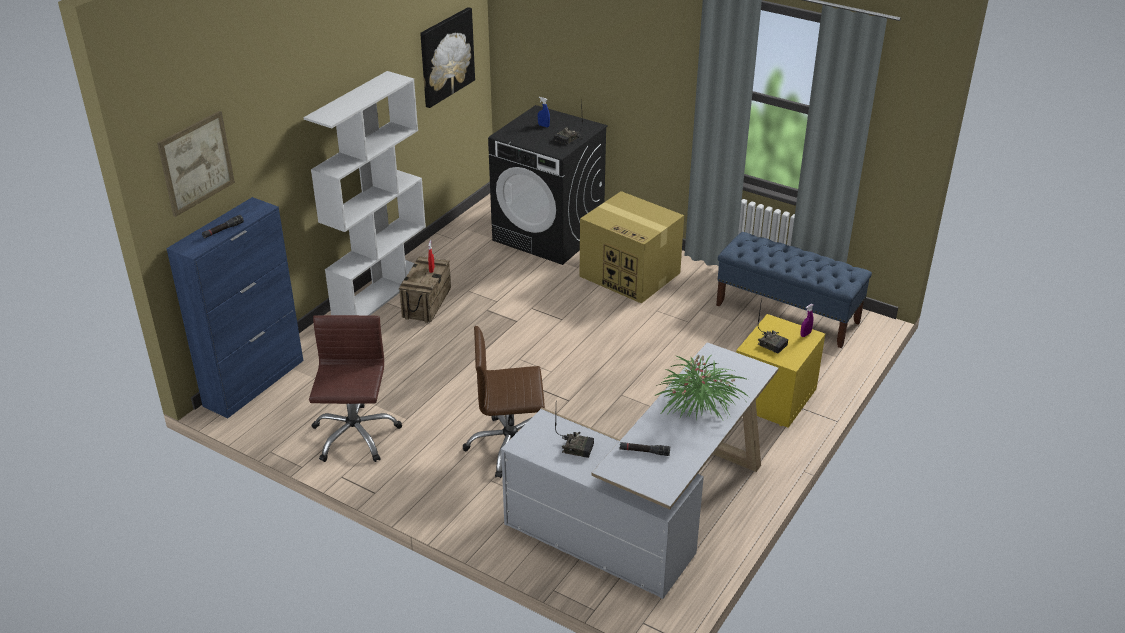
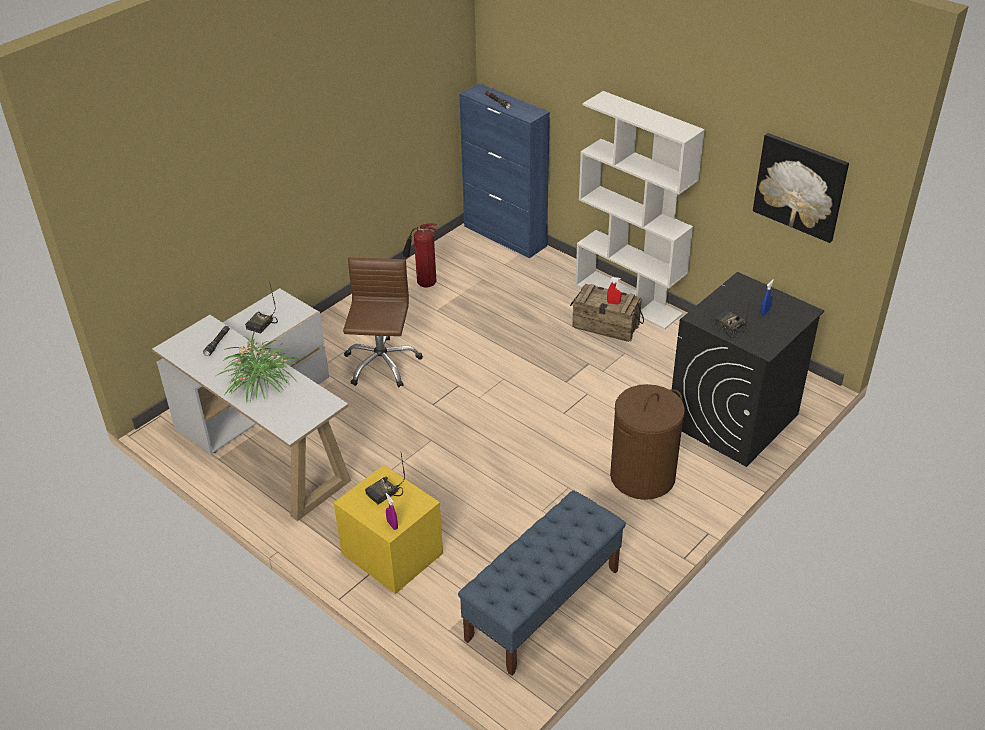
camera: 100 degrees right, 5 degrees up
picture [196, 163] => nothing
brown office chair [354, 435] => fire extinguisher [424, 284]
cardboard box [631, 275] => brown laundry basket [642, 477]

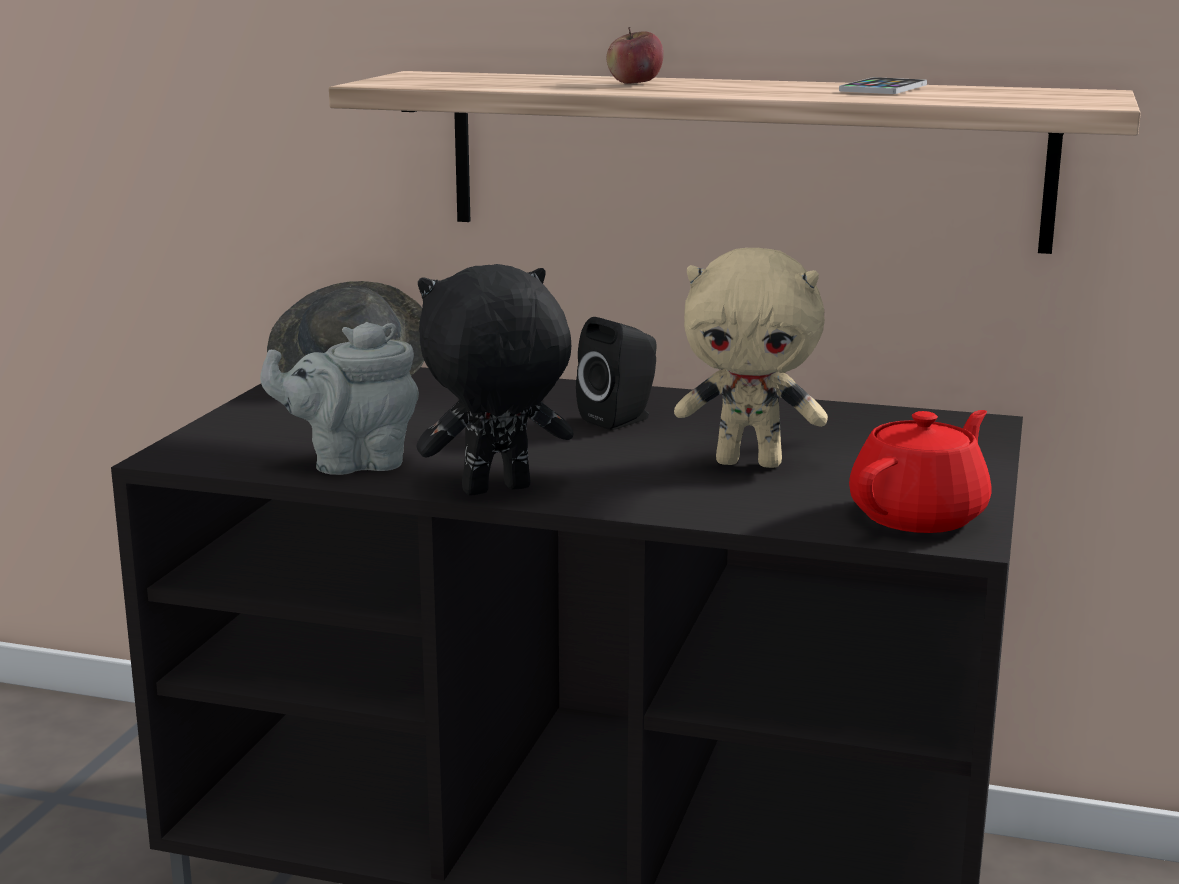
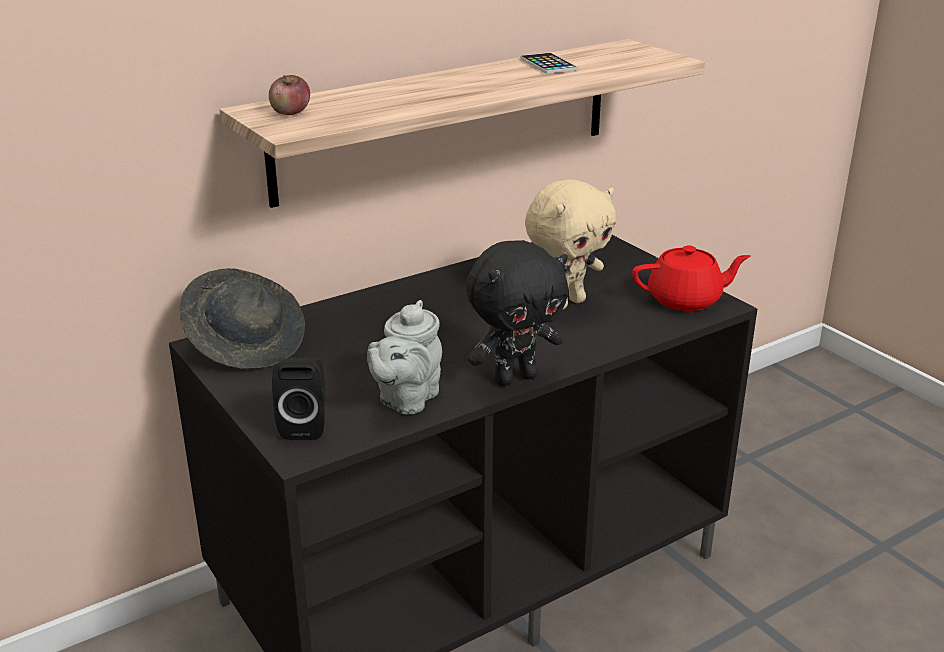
camera: 50 degrees left, 10 degrees up
black plush toy [496, 491] => black plush toy [515, 378], 135 degrees counterclockwise
black speaker [621, 420] => black speaker [305, 425], move
apple [634, 83] => apple [290, 112], move
red teapot [920, 516] => red teapot [686, 300], 90 degrees clockwise

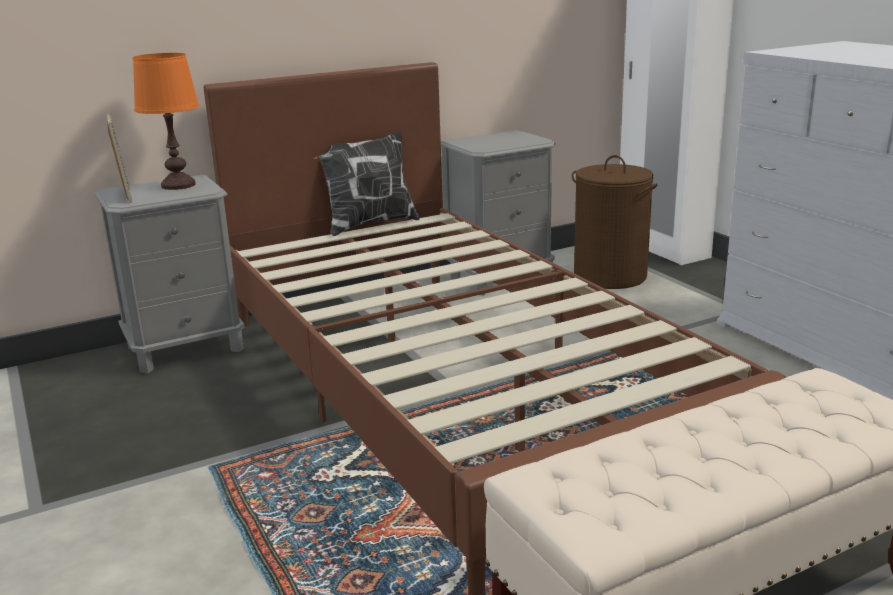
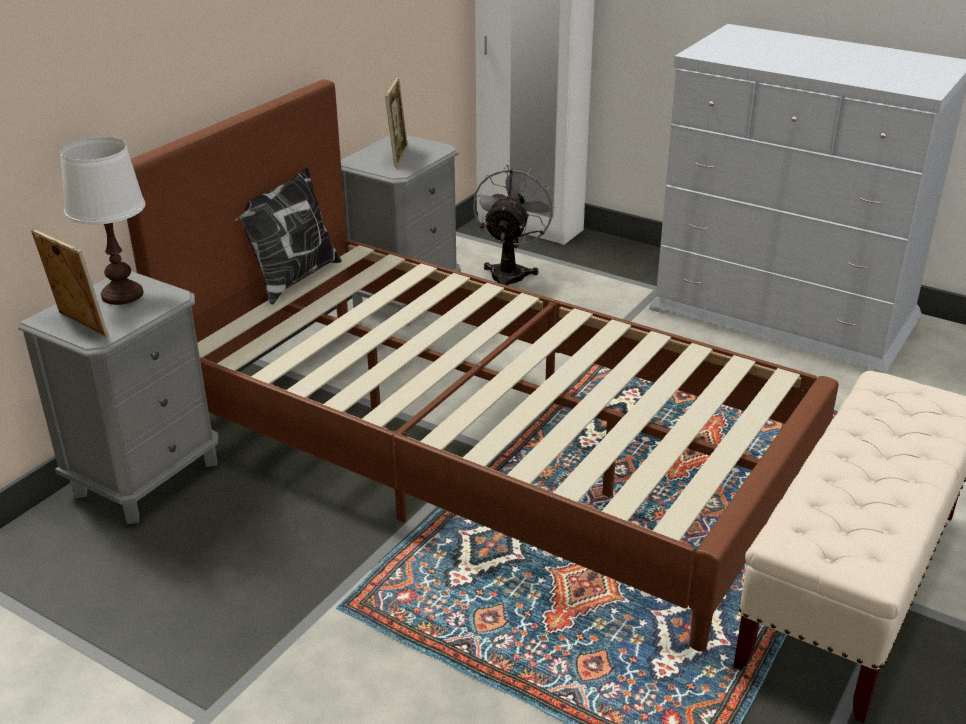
camera: 30 degrees left, 10 degrees up
orange table lamp [179, 185] => white table lamp [123, 294]
brown laundry basket [609, 276] => grey fan [510, 273]
nothing => picture frame [398, 156]

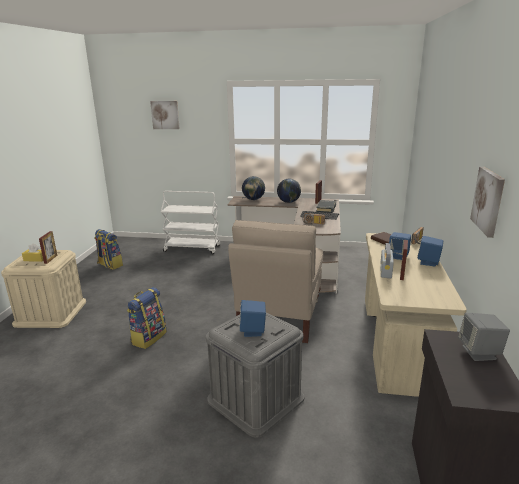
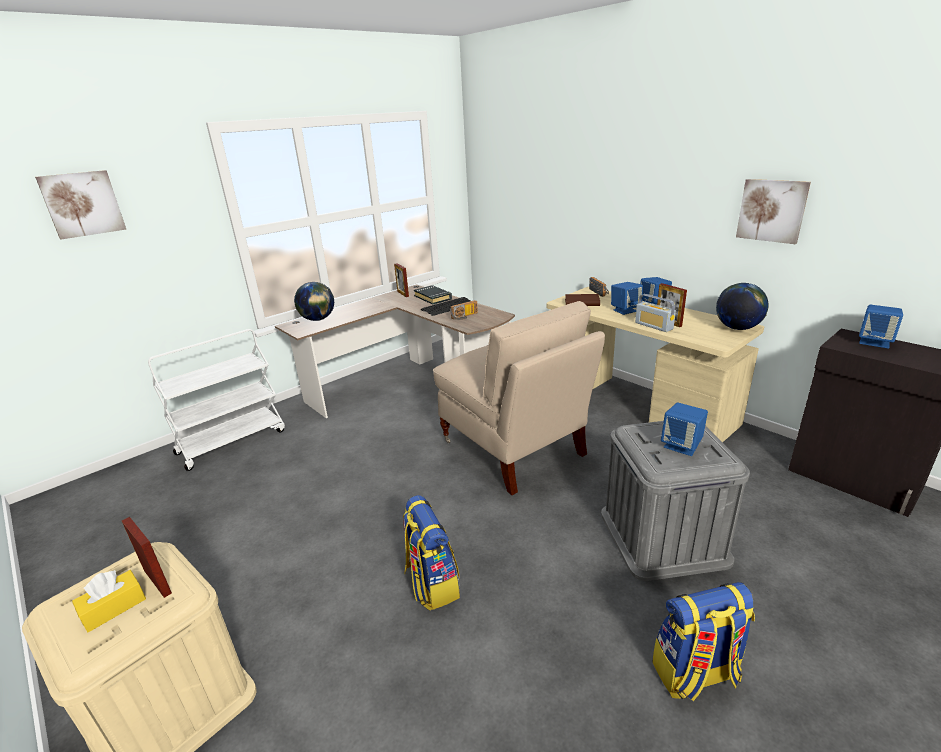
camera: 50 degrees left, 5 degrees up
backpack [109, 265] => backpack [695, 674], move
globe [288, 202] => globe [737, 328], move
grey speaker [479, 352] => blue speaker [874, 342]

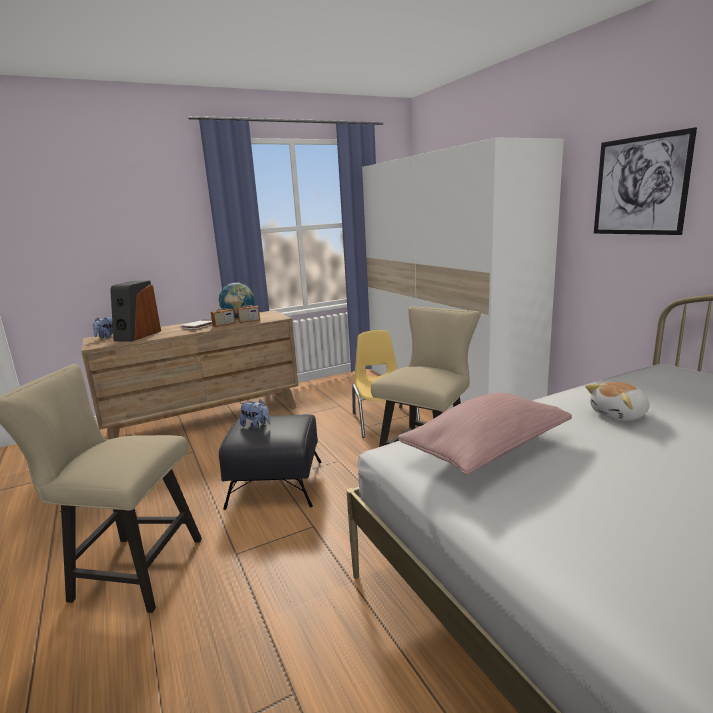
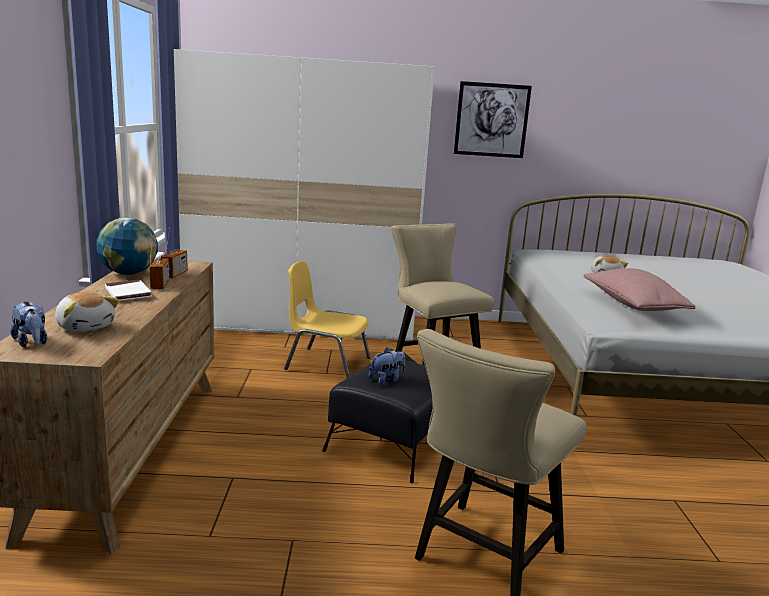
camera: 65 degrees left, 0 degrees up
speaker [137, 335] => plush toy [86, 326]

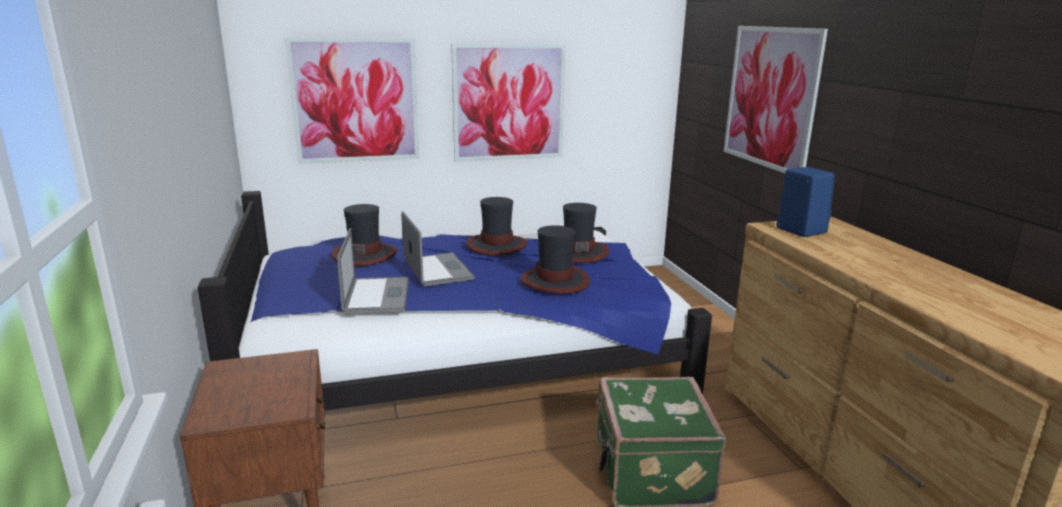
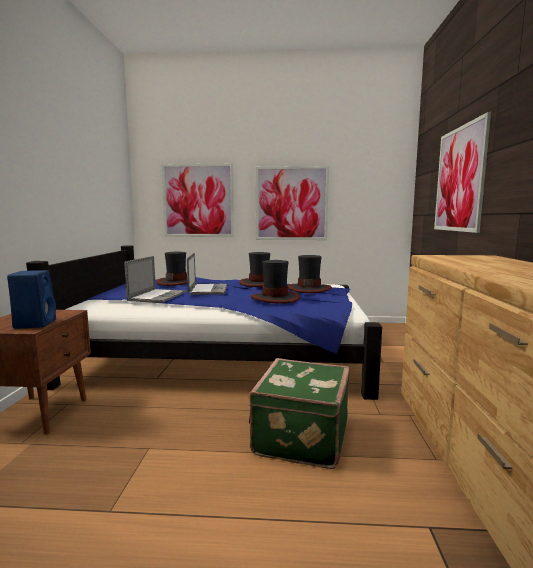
camera: 20 degrees right, 10 degrees down
blue speaker [799, 230] => blue speaker [35, 323], move

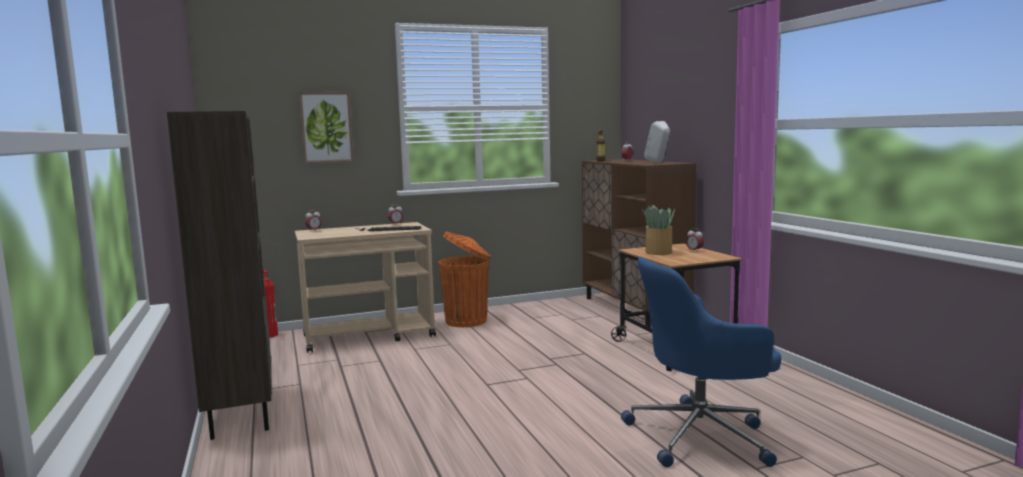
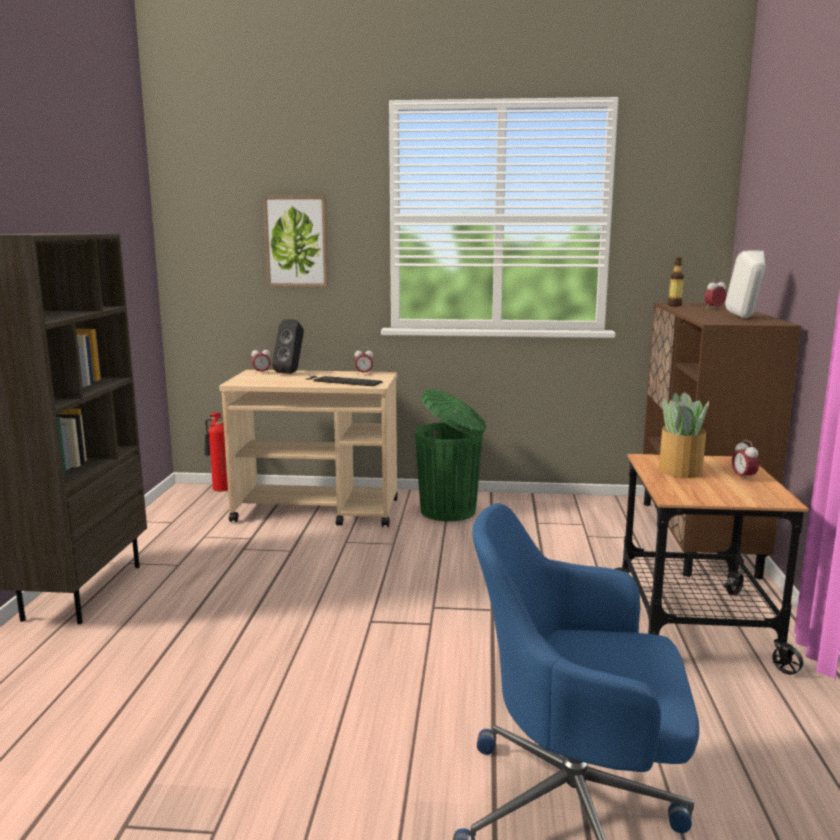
camera: 25 degrees right, 5 degrees up
orange trash can [467, 321] => green trash can [450, 511]
nothing => black speaker [291, 373]

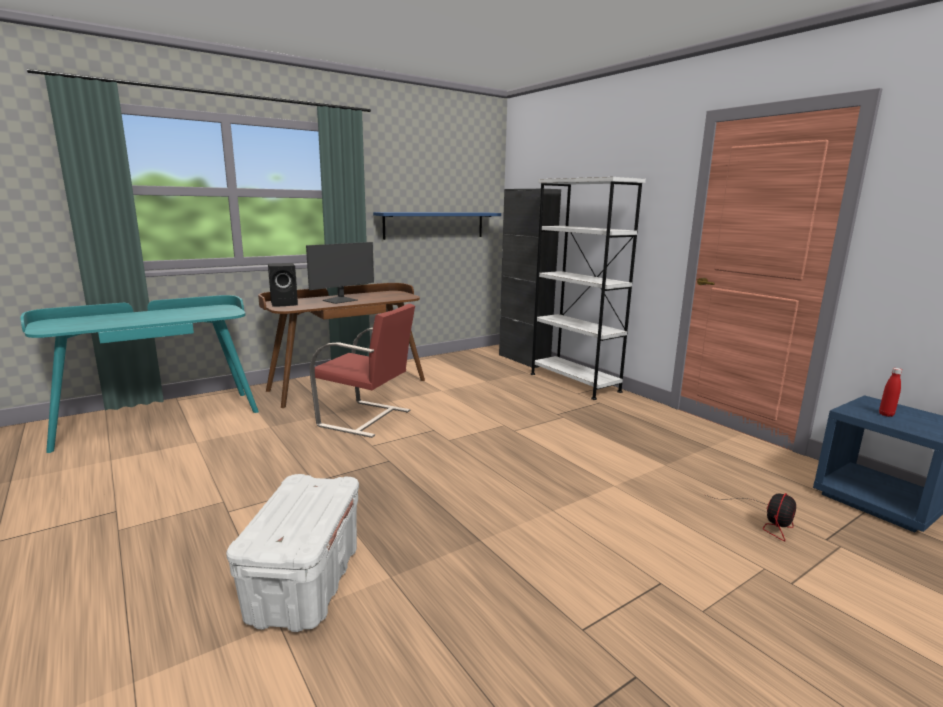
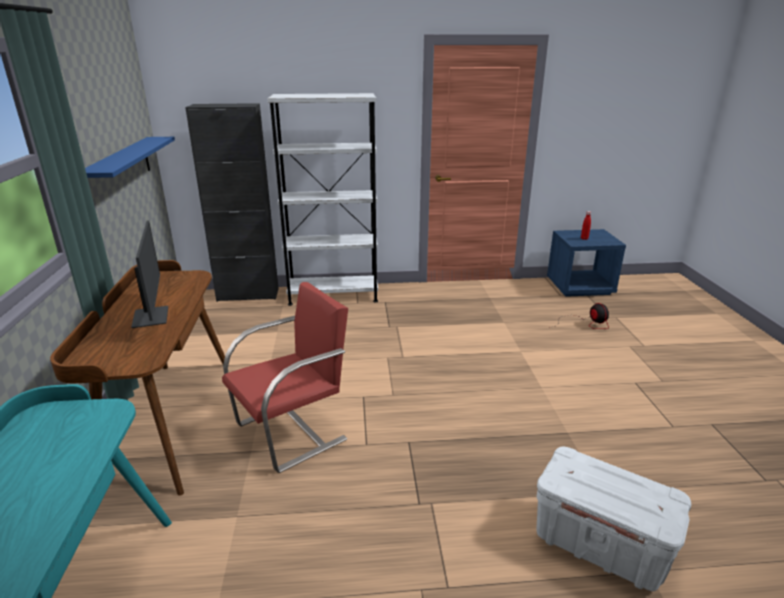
camera: 60 degrees left, 10 degrees up
black speaker [285, 303] => nothing

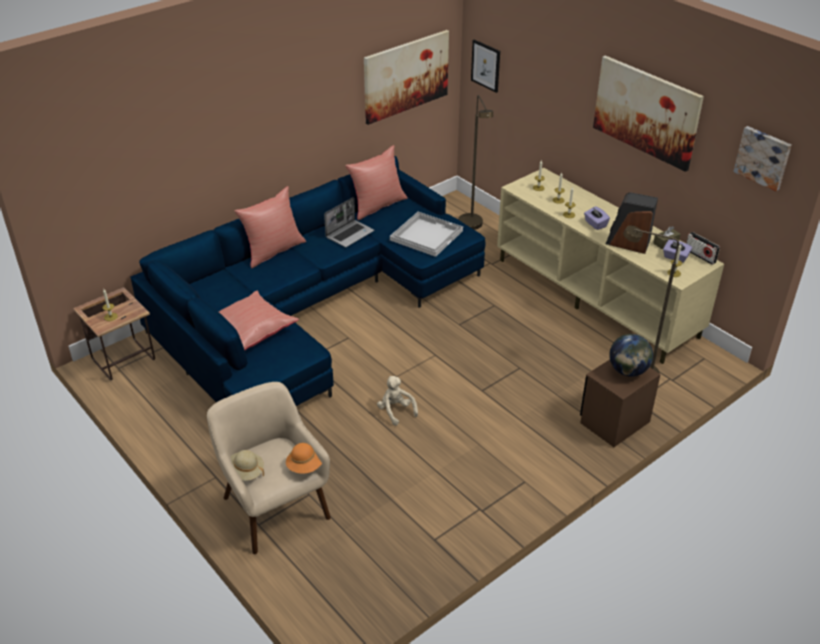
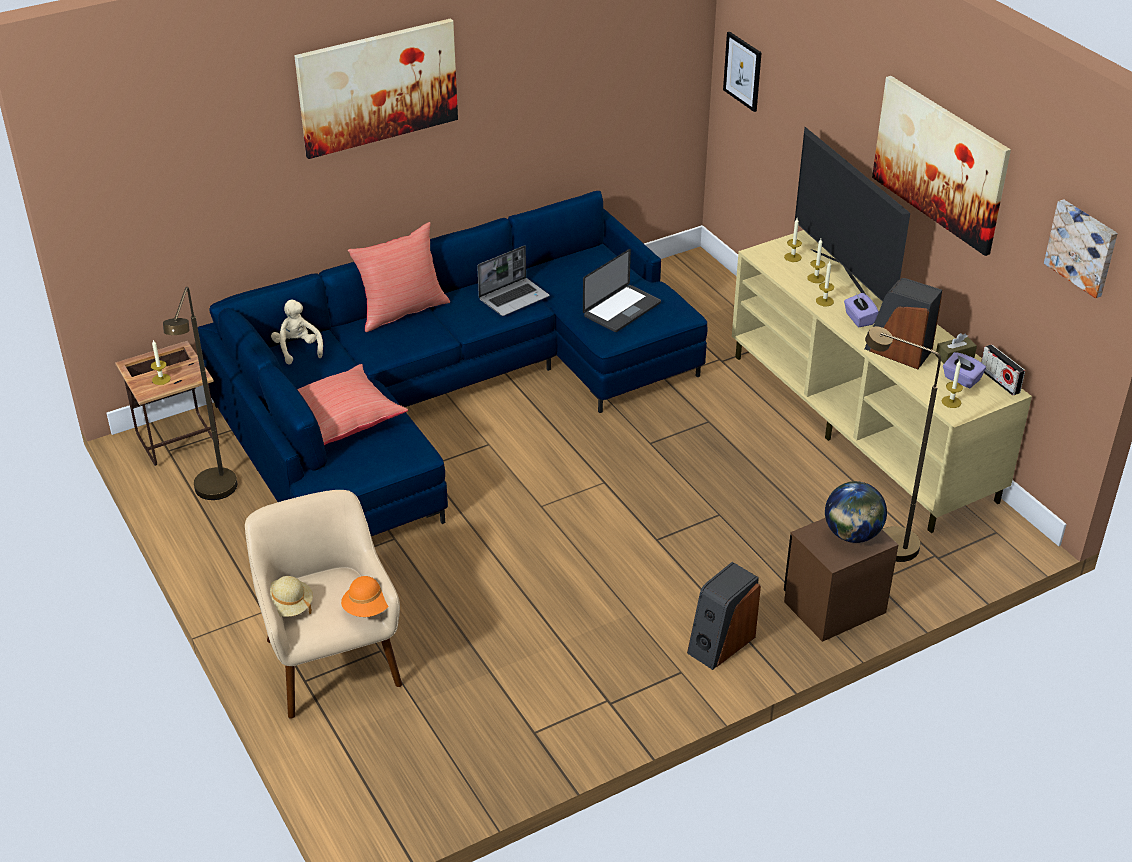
camera: 10 degrees right, 0 degrees up
red pillow [377, 205] => nothing
picture [406, 76] => picture [378, 87], move
beige plush toy [396, 411] => beige plush toy [298, 349], move
white tray [426, 235] => laptop [622, 309]
brown floor lamp [472, 227] => brown floor lamp [215, 494], move
nothing => speaker [720, 643]
nothing => television [842, 276]

